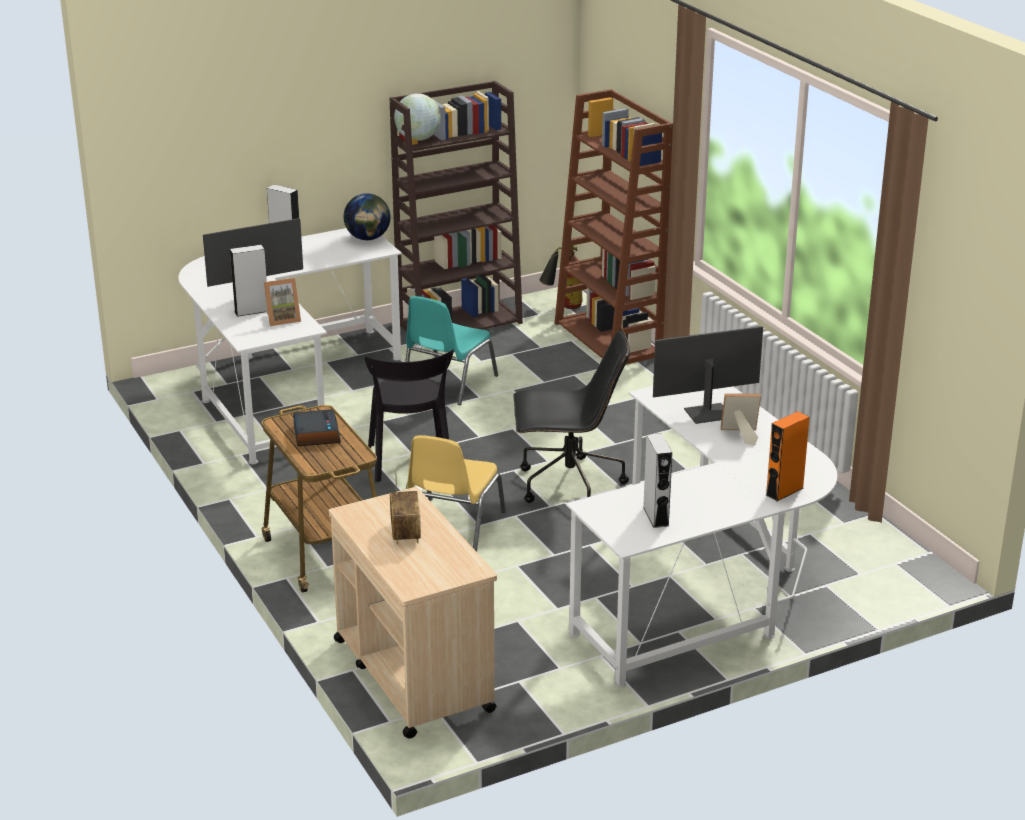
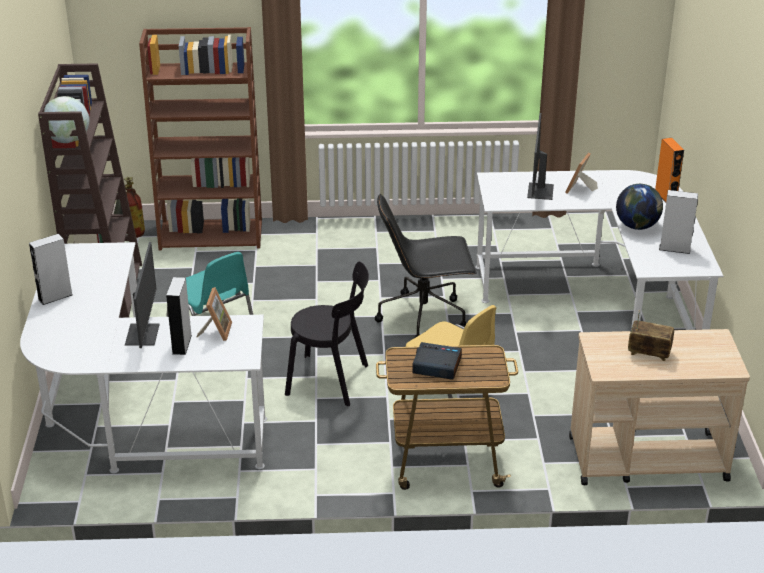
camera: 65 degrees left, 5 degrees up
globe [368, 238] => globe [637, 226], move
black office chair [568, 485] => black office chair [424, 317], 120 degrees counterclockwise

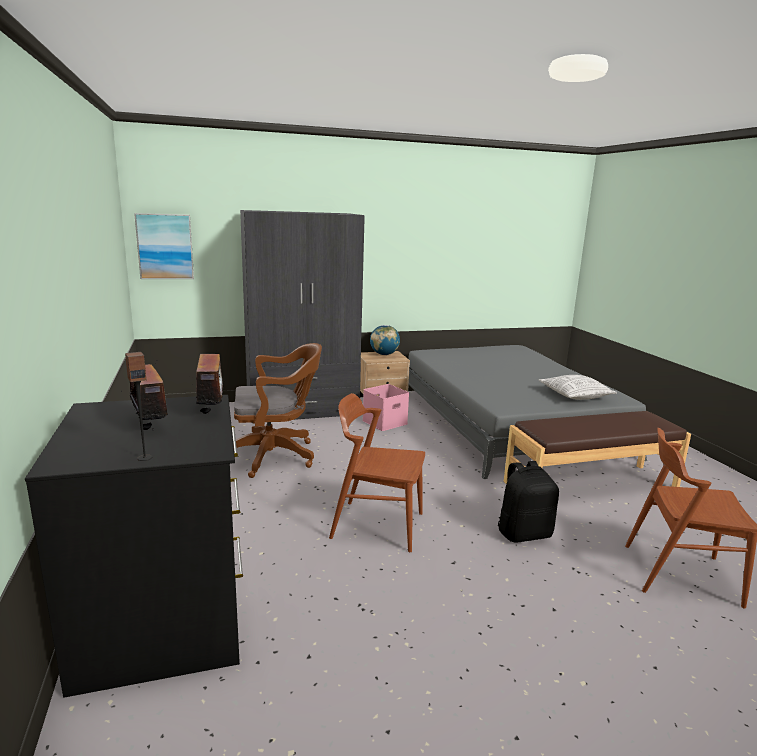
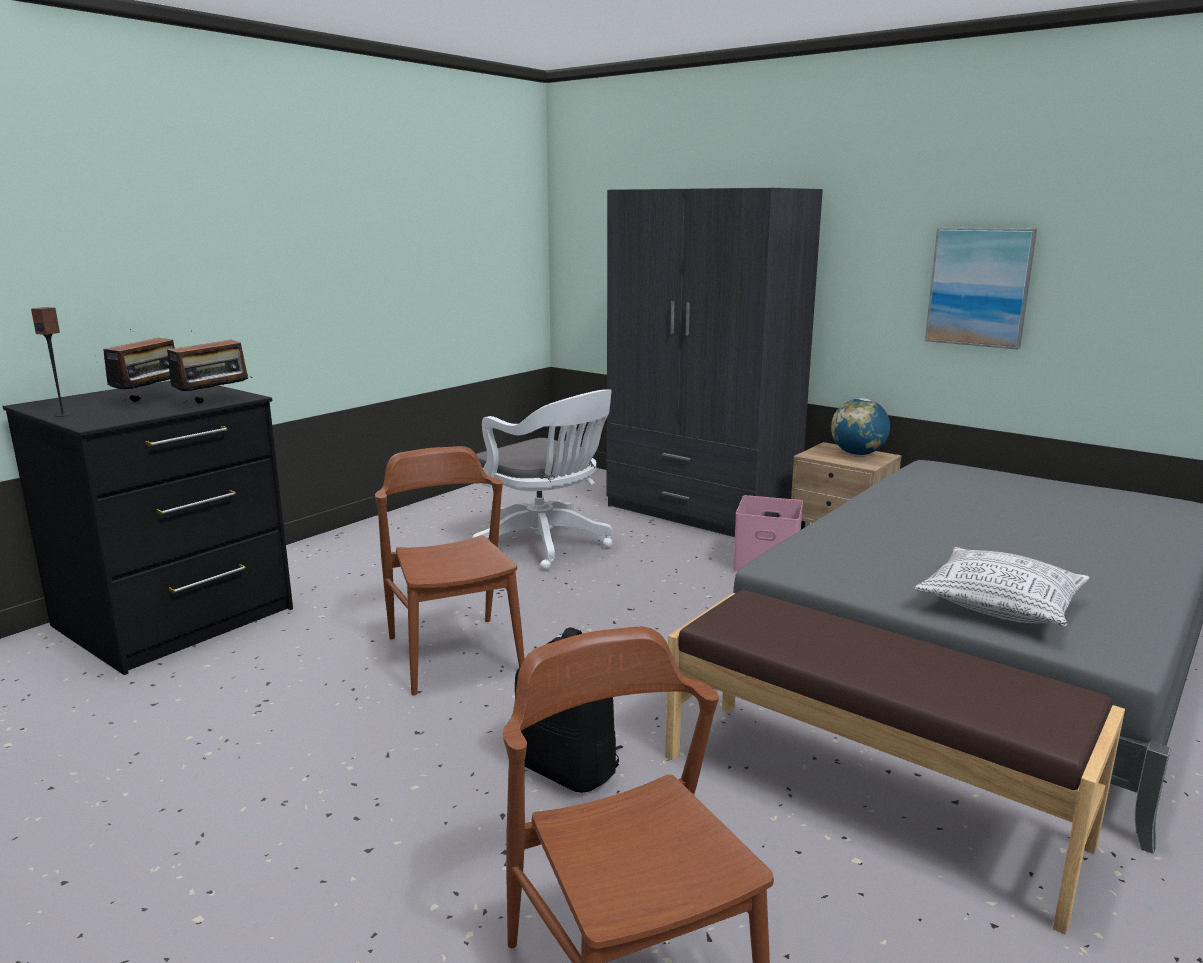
camera: 55 degrees right, 0 degrees up
picture [165, 246] => picture [979, 287], move
brown office chair [275, 455] => white office chair [546, 545]

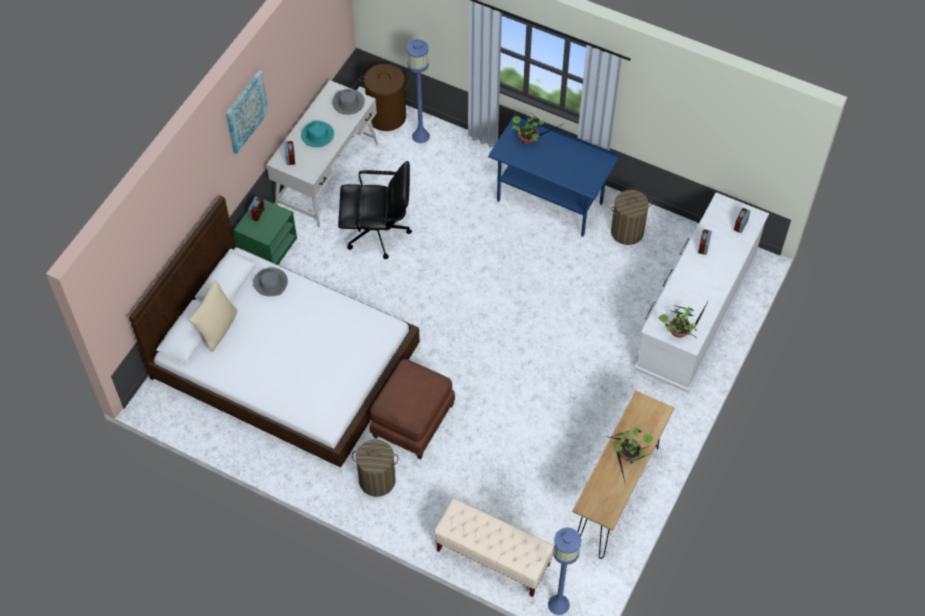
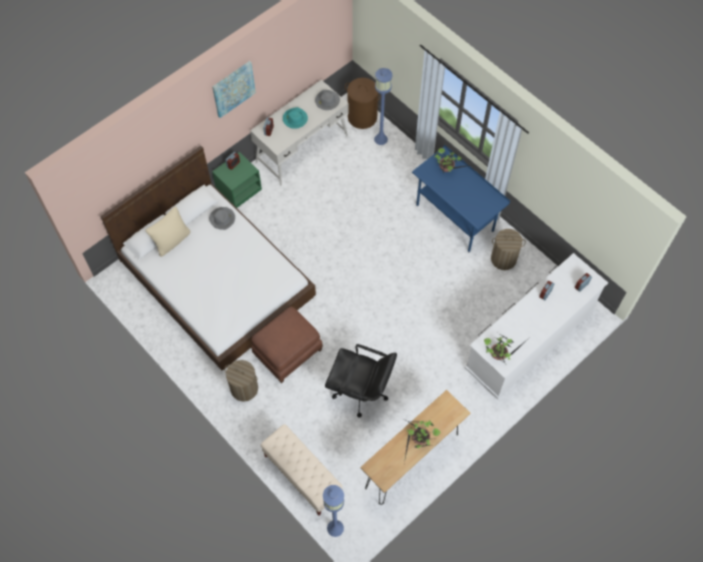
camera: 20 degrees right, 5 degrees up
black office chair [378, 233] => black office chair [361, 391], move

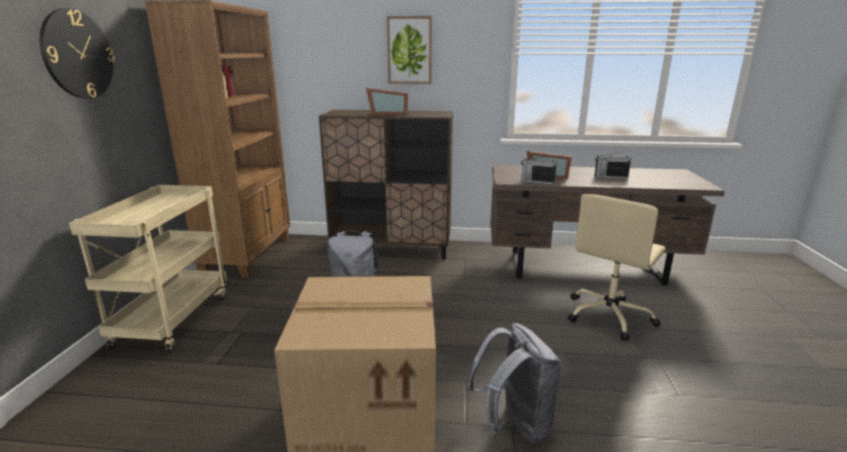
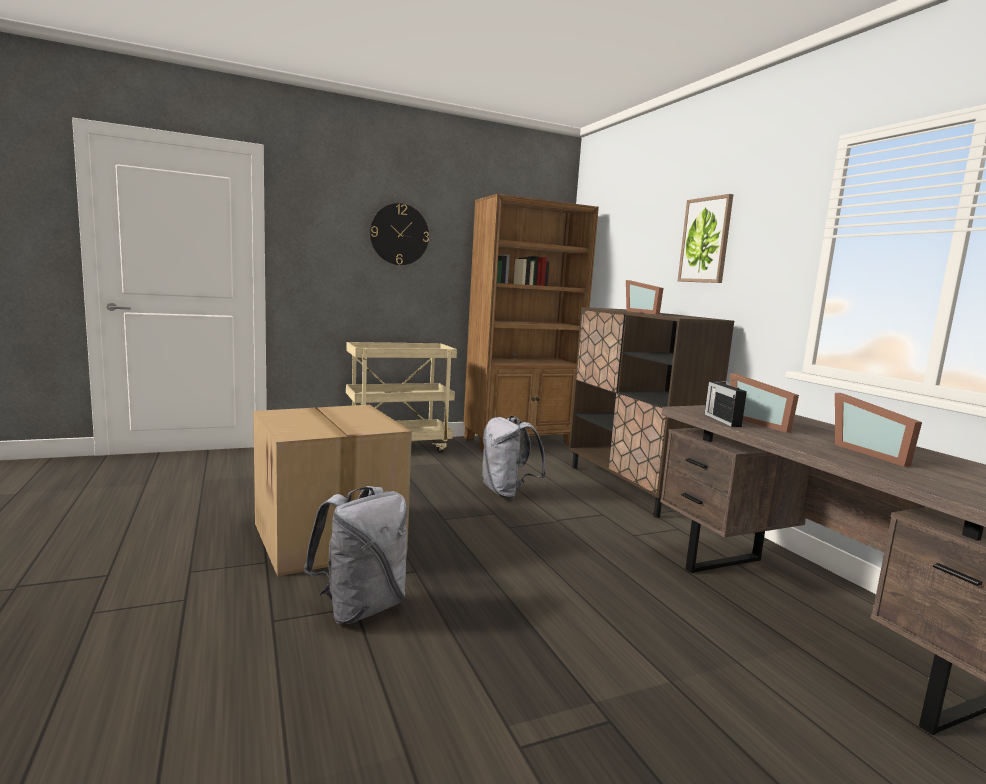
camera: 60 degrees right, 10 degrees down
beige office chair [609, 316] => nothing
radio [610, 177] => picture frame [872, 453]

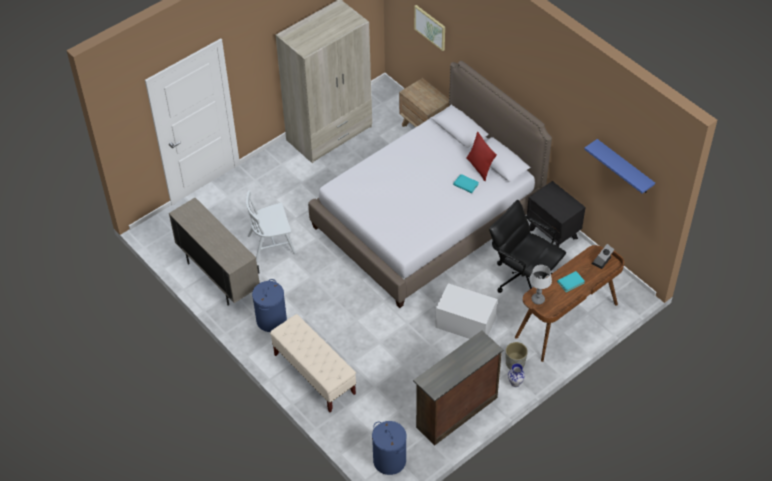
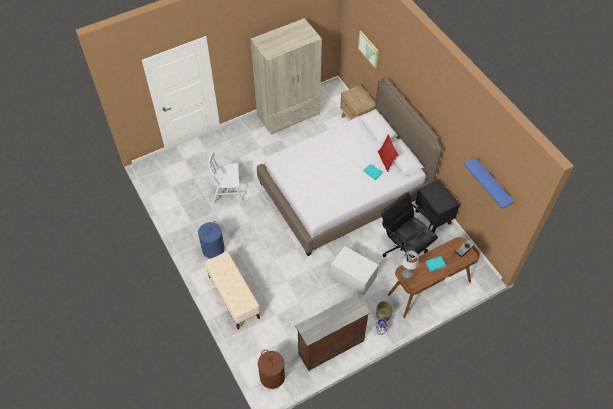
camera: 10 degrees right, 5 degrees up
beige cabinet [219, 277] => nothing
blue laundry basket [389, 460] => brown laundry basket [272, 376]

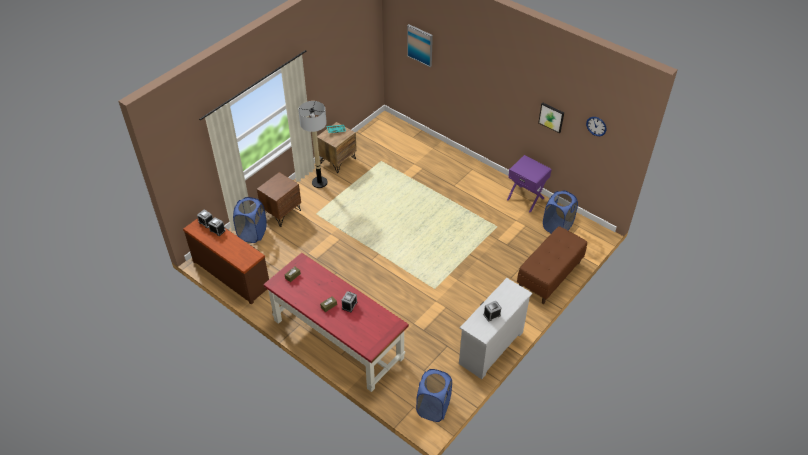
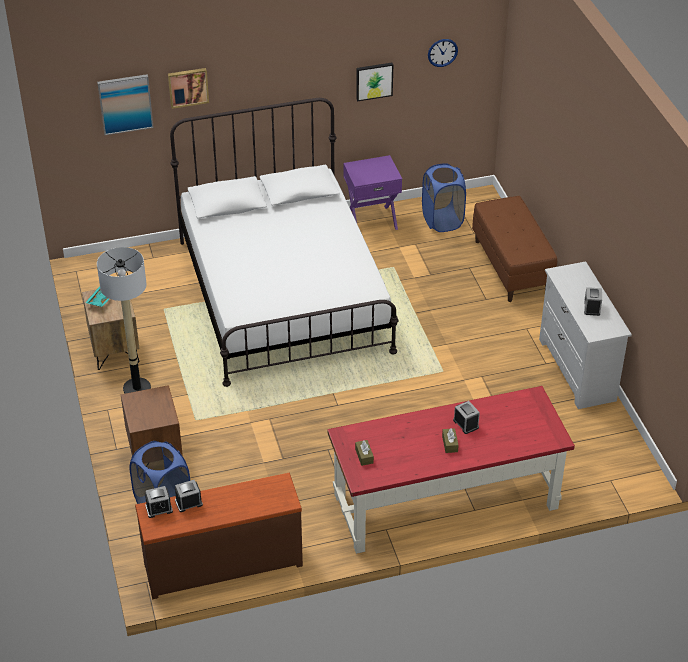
camera: 55 degrees left, 5 degrees down
blue laundry basket [433, 407] => nothing
nothing => picture [188, 87]
nothing => white bed [283, 295]

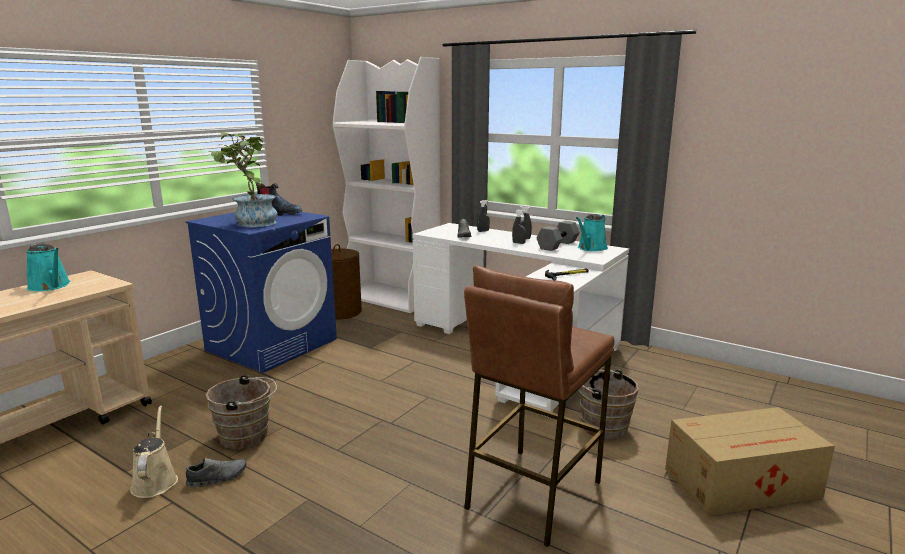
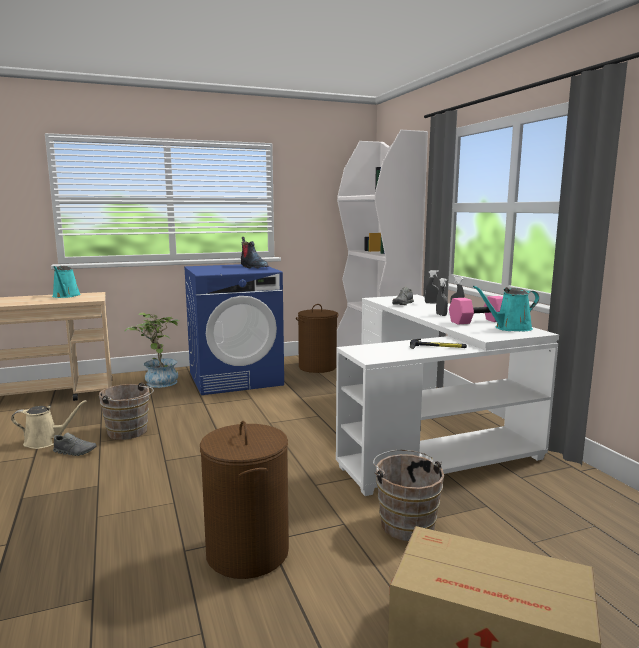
camera: 35 degrees right, 5 degrees down
beige watering can [155, 481] => beige watering can [46, 441], 60 degrees clockwise
potted plant [250, 223] => potted plant [158, 381], move
brown stool [532, 494] => brown laundry basket [247, 552]
grey dumbbell [557, 245] => pink dumbbell [478, 321]

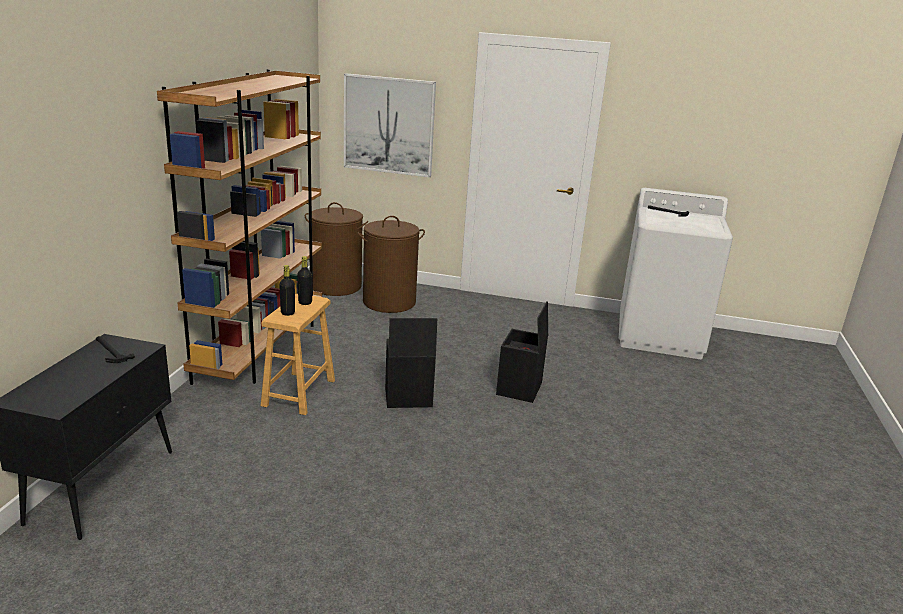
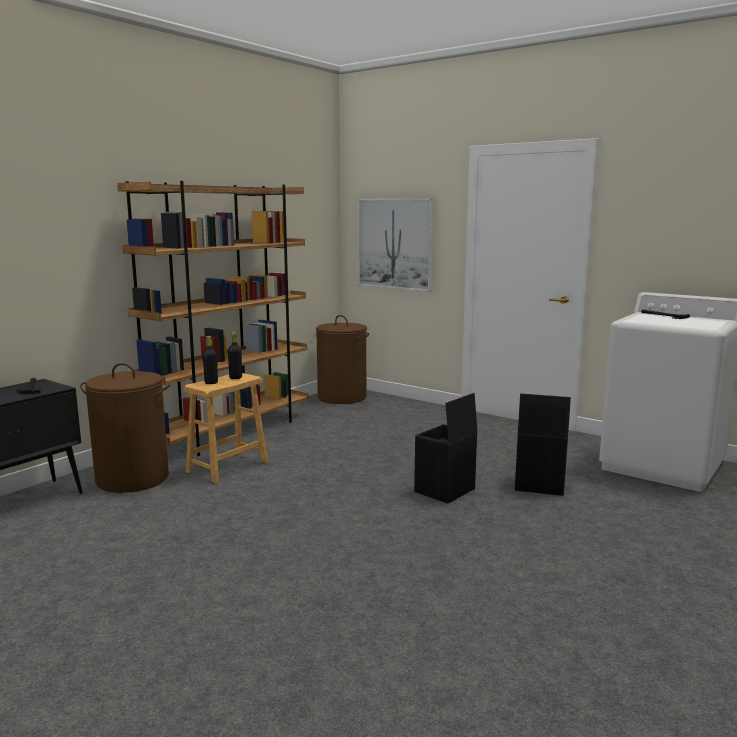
camera: 25 degrees right, 10 degrees down
brown laundry basket [389, 302] => brown laundry basket [133, 478], move
black storage box [407, 398] => black storage box [538, 485], move

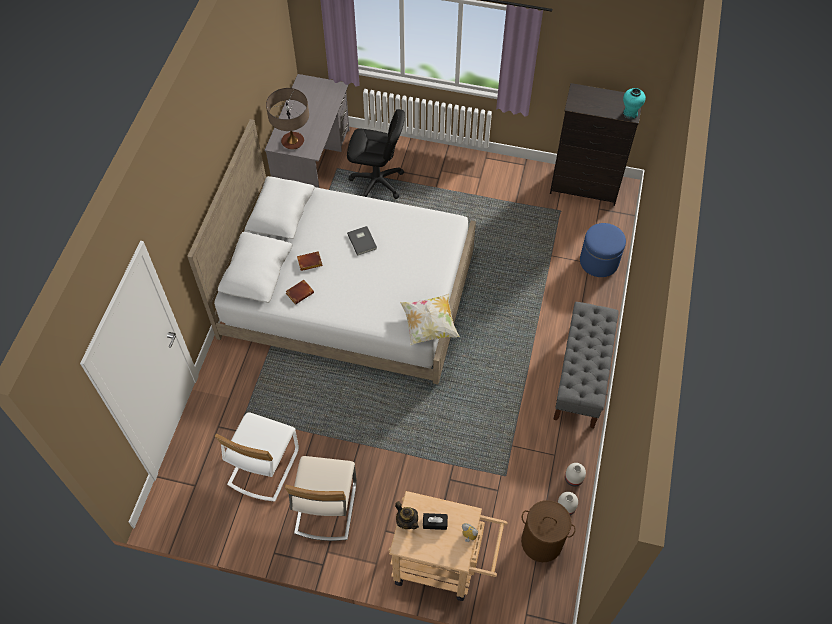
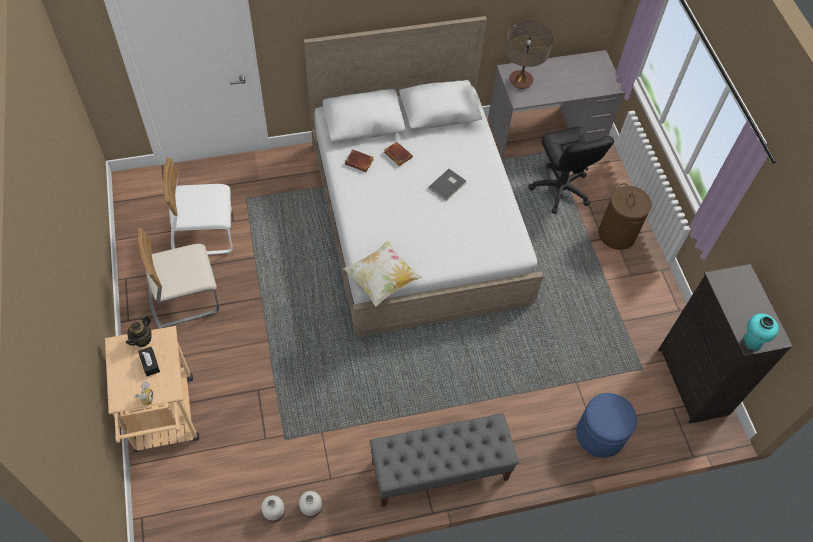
camera: 60 degrees right, 0 degrees up
brown laundry basket [541, 542] => brown laundry basket [616, 234], move

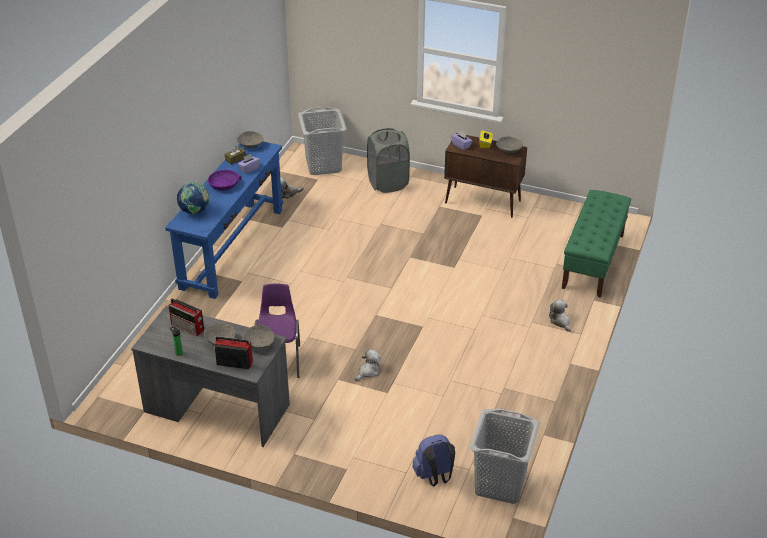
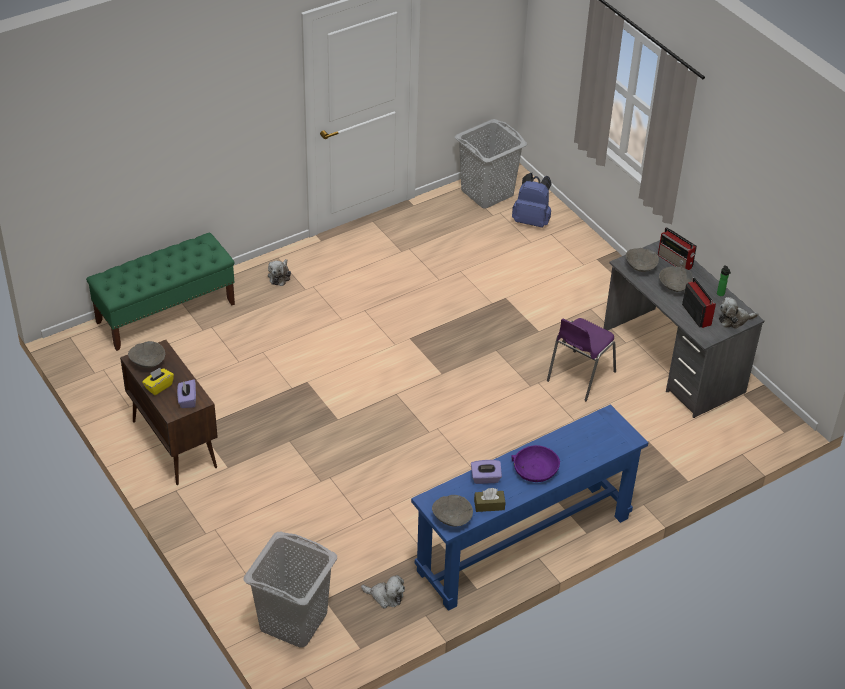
camera: 145 degrees left, 5 degrees up
globe [194, 212] => nothing
plush toy [368, 371] => plush toy [734, 320], move
grey laundry basket [388, 183] => nothing

